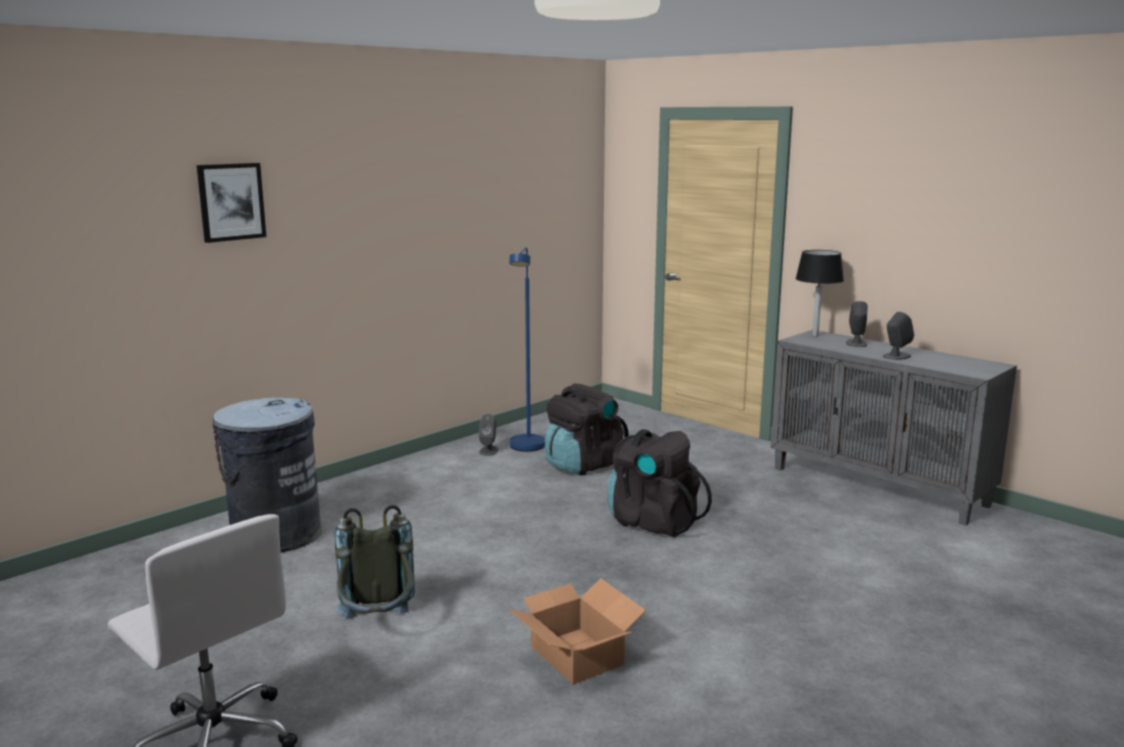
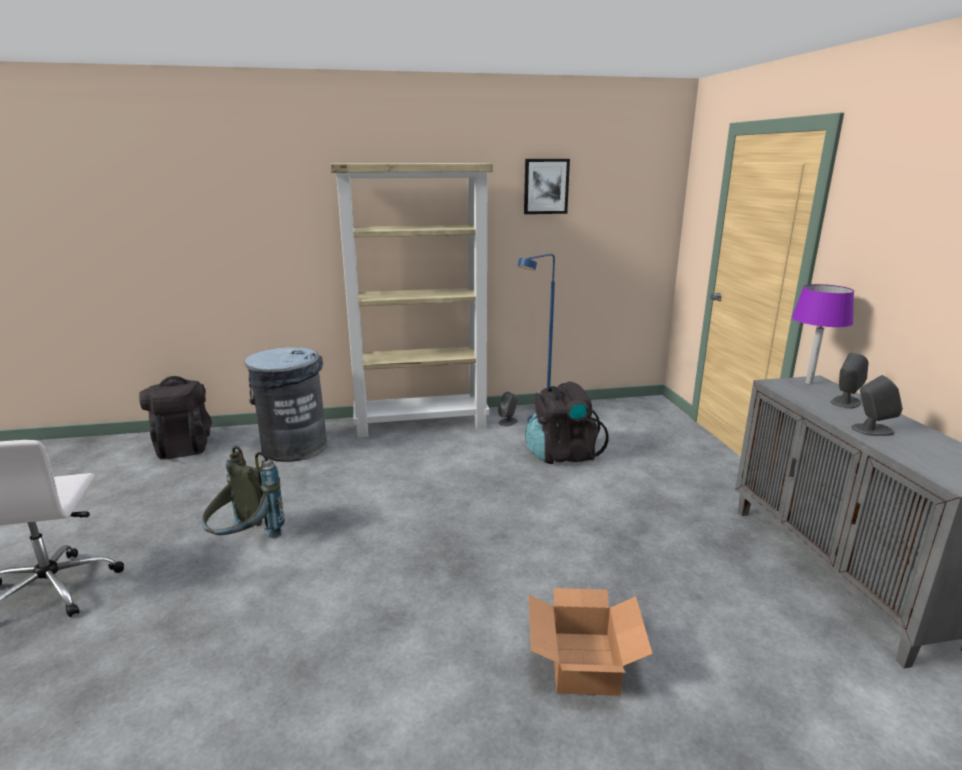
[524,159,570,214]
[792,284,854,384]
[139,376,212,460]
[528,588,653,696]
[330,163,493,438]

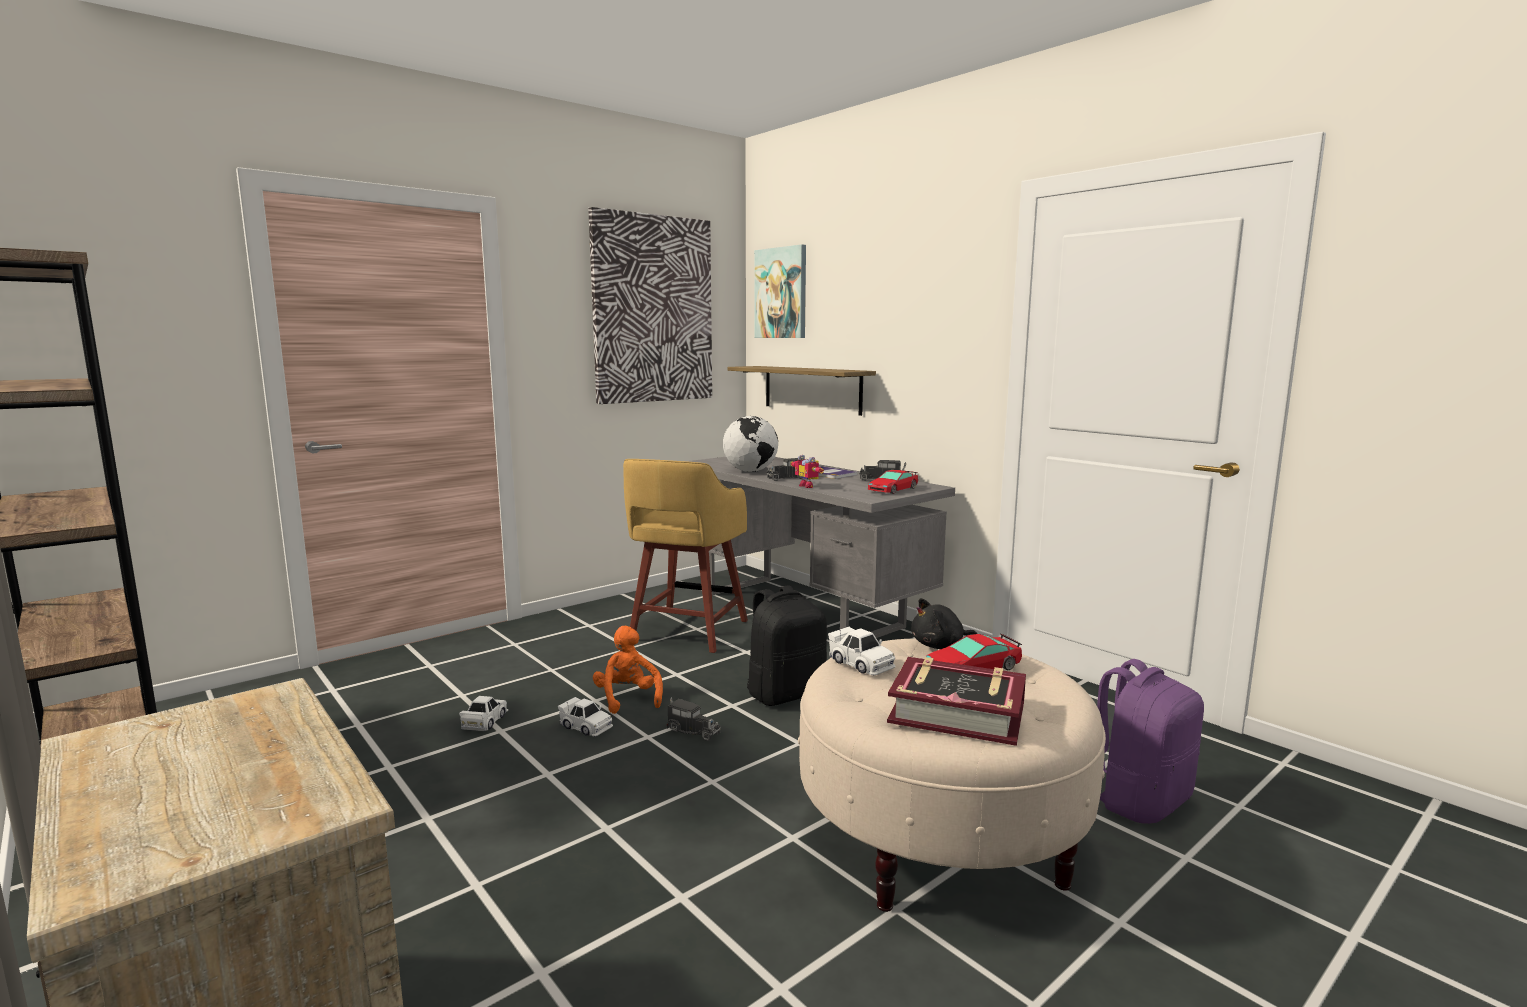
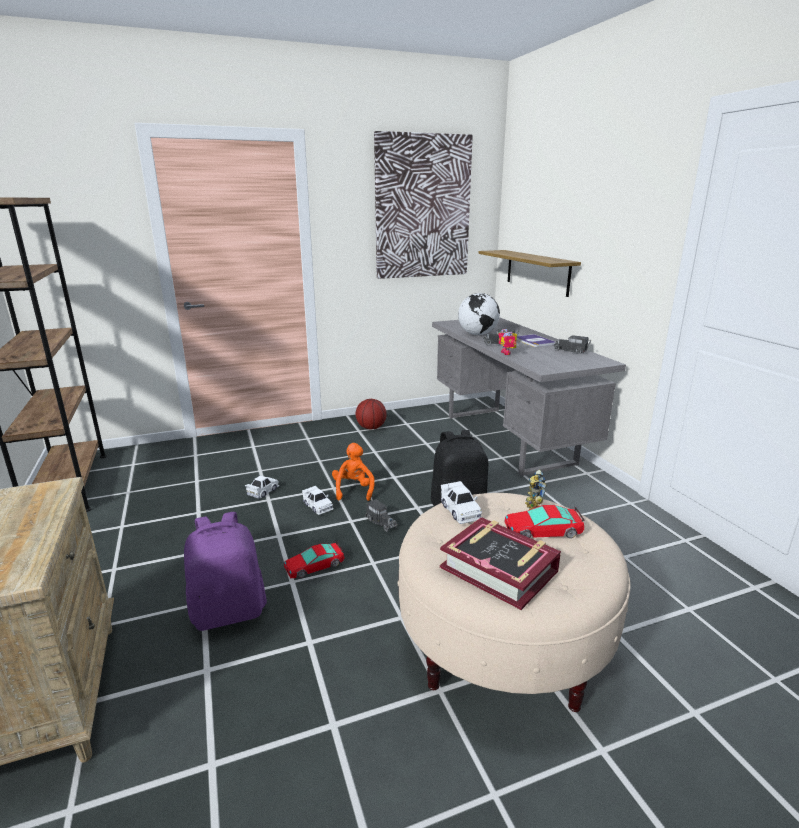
[754,244,806,338] (first image)
[623,459,748,653] (first image)
[284,541,345,578]
[525,470,547,510]
[184,512,267,631]
[356,399,387,430]

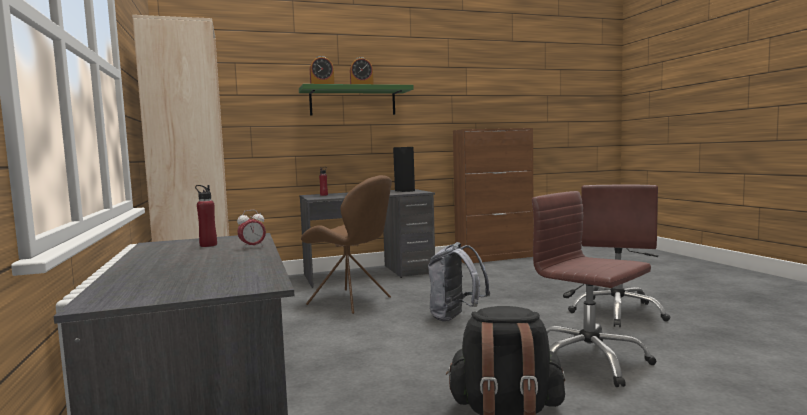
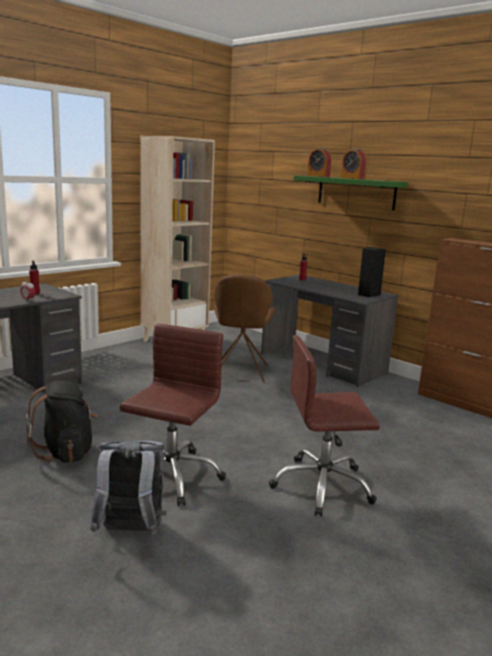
[91,440,166,534]

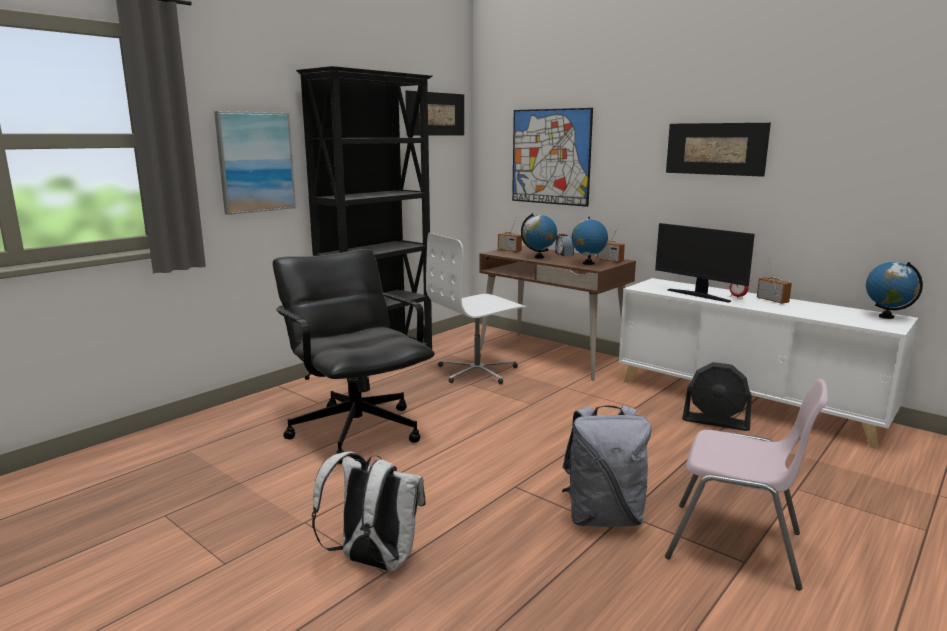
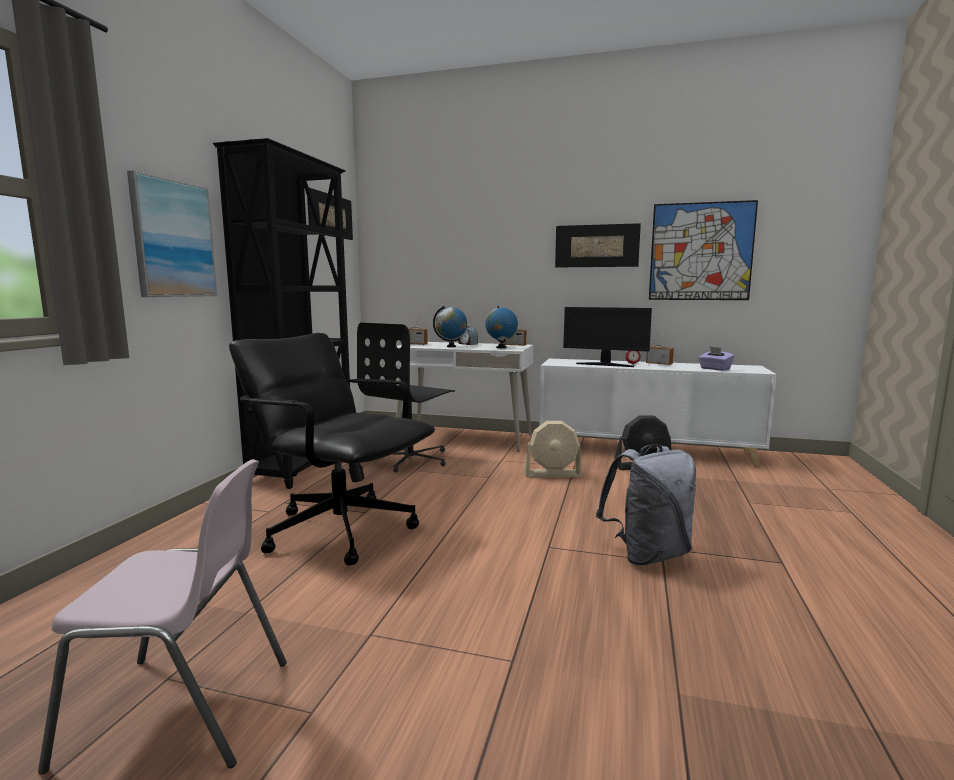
[649,200,758,300]
[357,323,455,472]
[396,342,534,452]
[866,262,923,319] (first image)
[38,459,287,774]
[312,452,426,571] (first image)
[698,346,734,371]
[524,421,582,478]

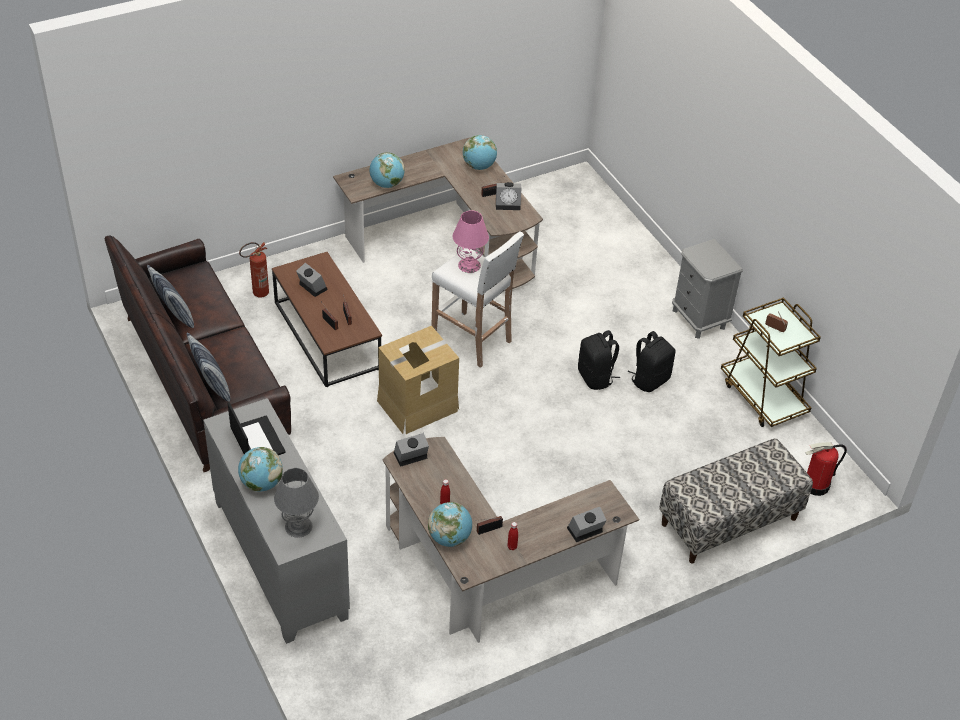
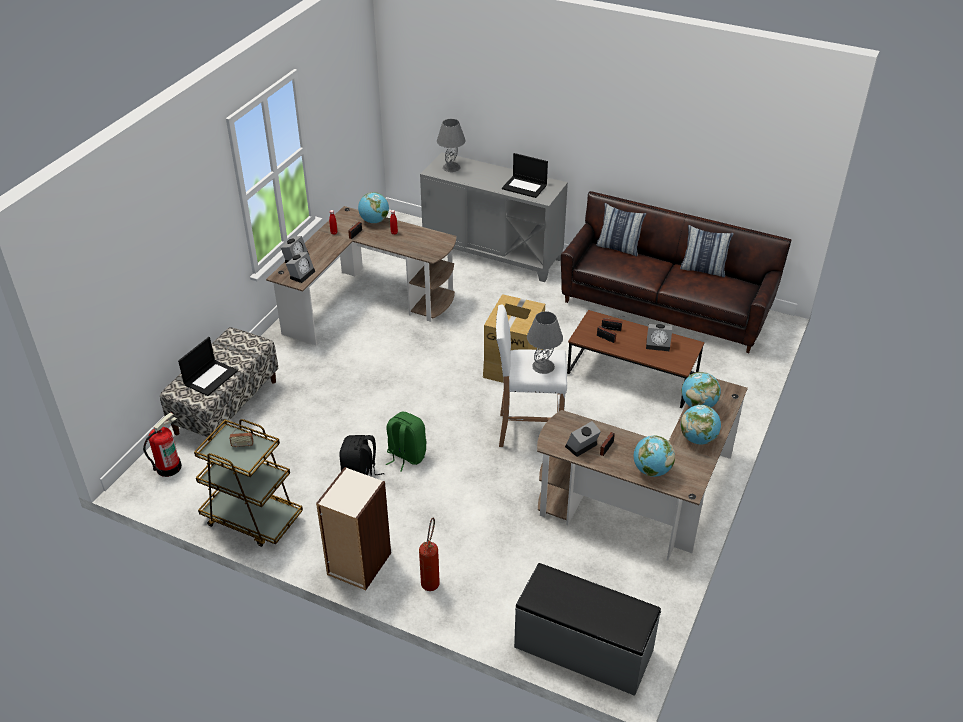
[527,311,563,374]
[316,467,391,591]
[419,518,440,591]
[386,412,427,472]
[286,252,315,283]
[681,405,721,444]
[178,337,238,396]
[514,563,661,696]

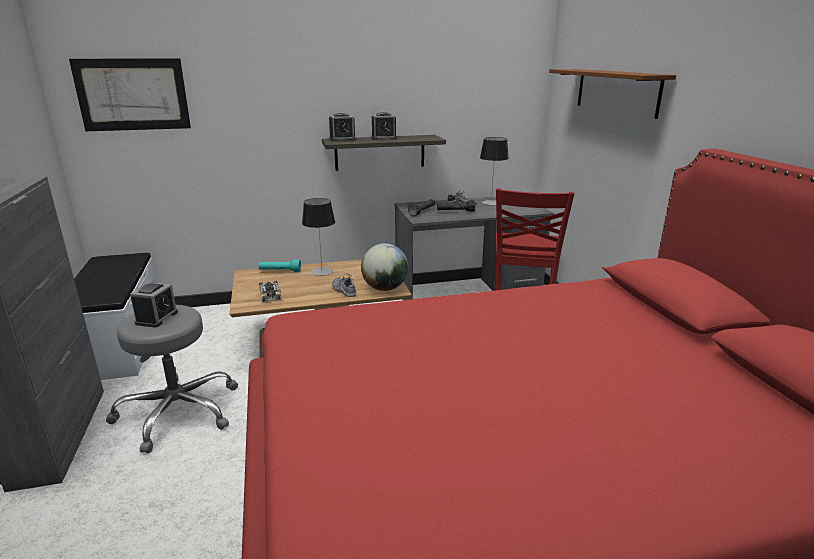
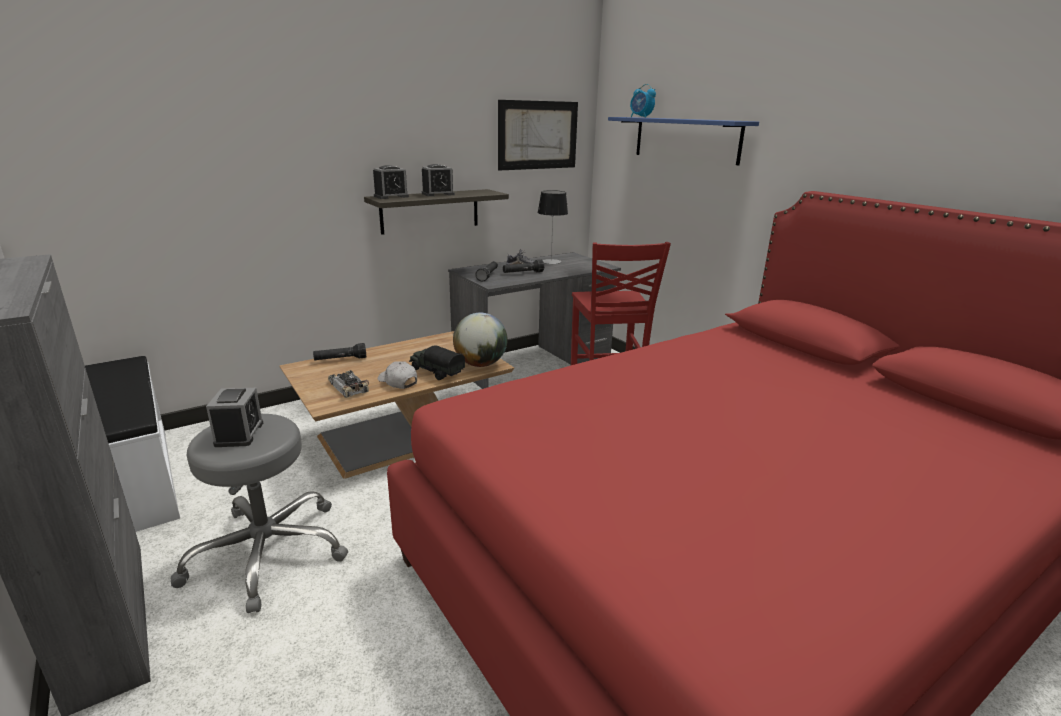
[498,100,578,171]
[608,117,759,165]
[302,198,335,276] (first image)
[313,343,366,360]
[409,345,465,380]
[630,84,656,118]
[378,361,417,389]

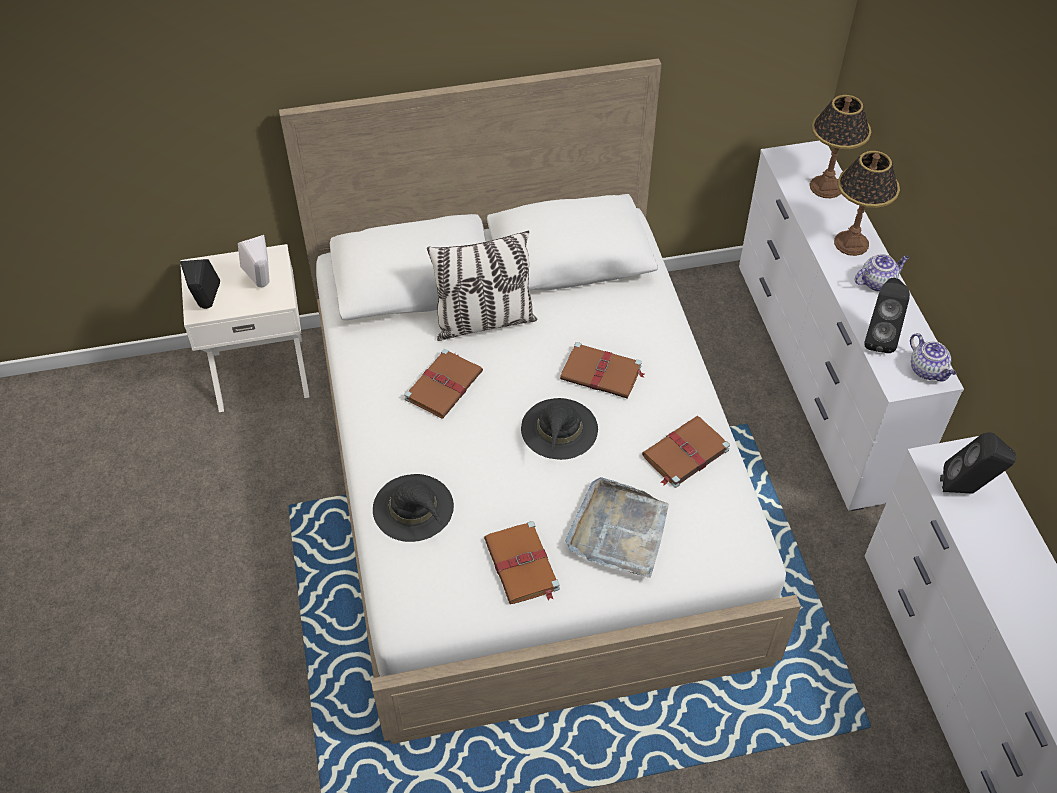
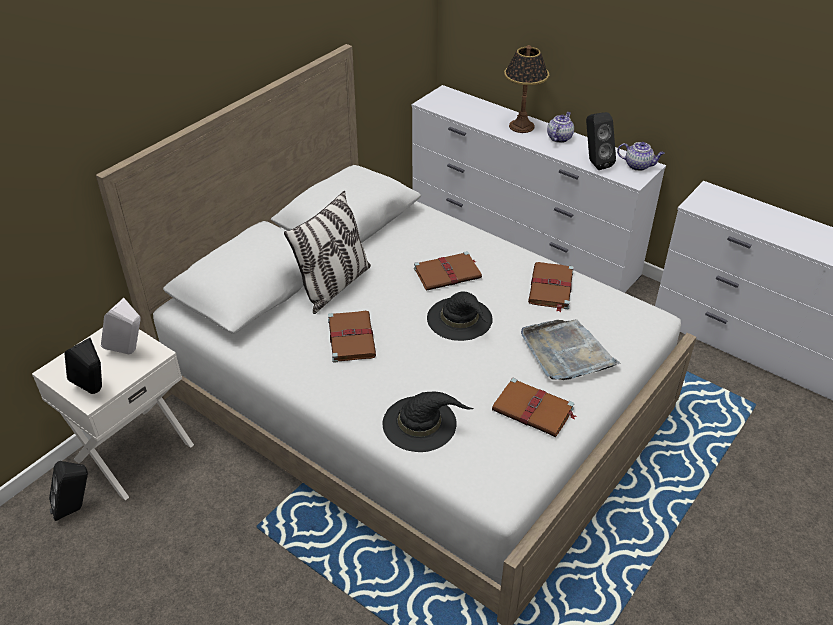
[810,95,871,198] (first image)
[49,461,88,521]

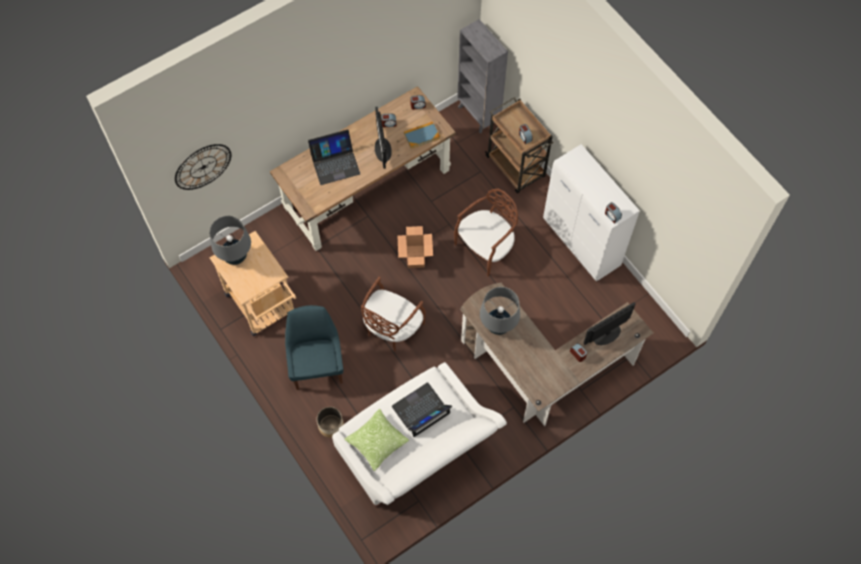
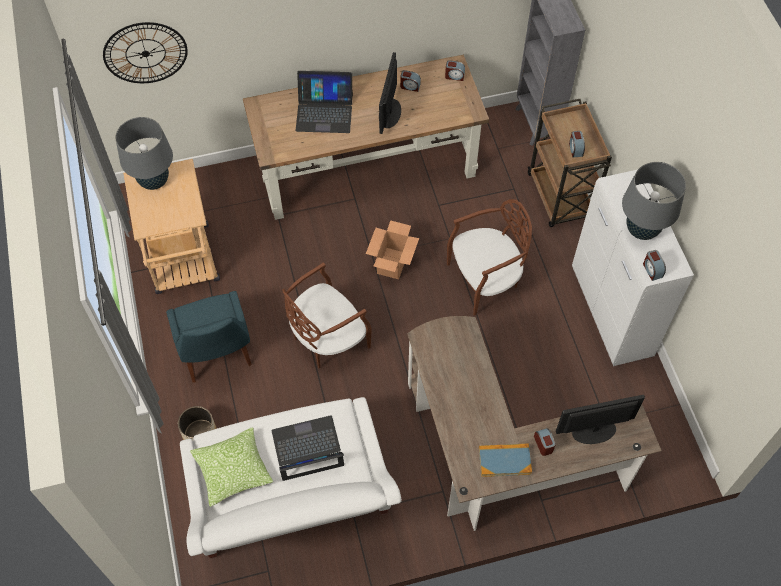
[479,443,532,477]
[622,162,686,240]
[166,291,252,382]

